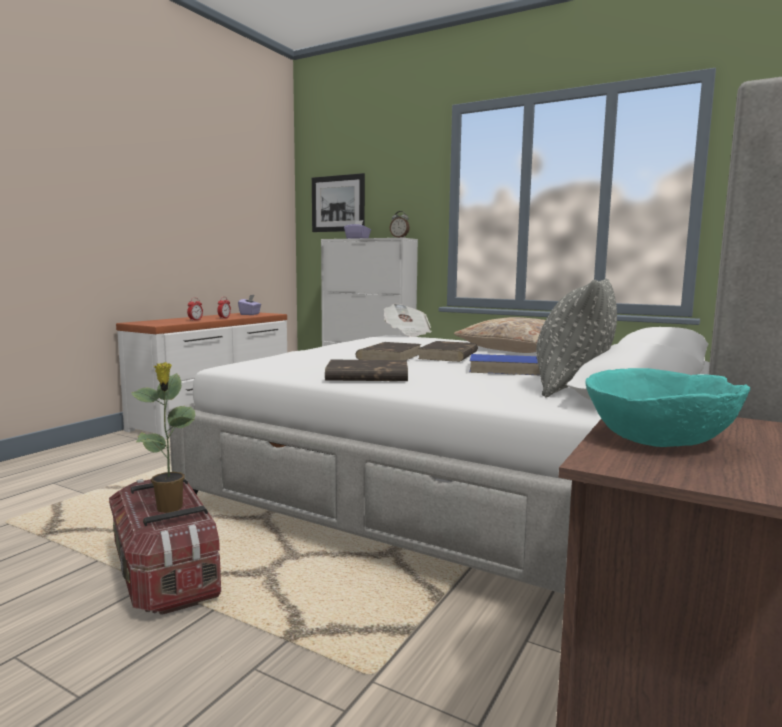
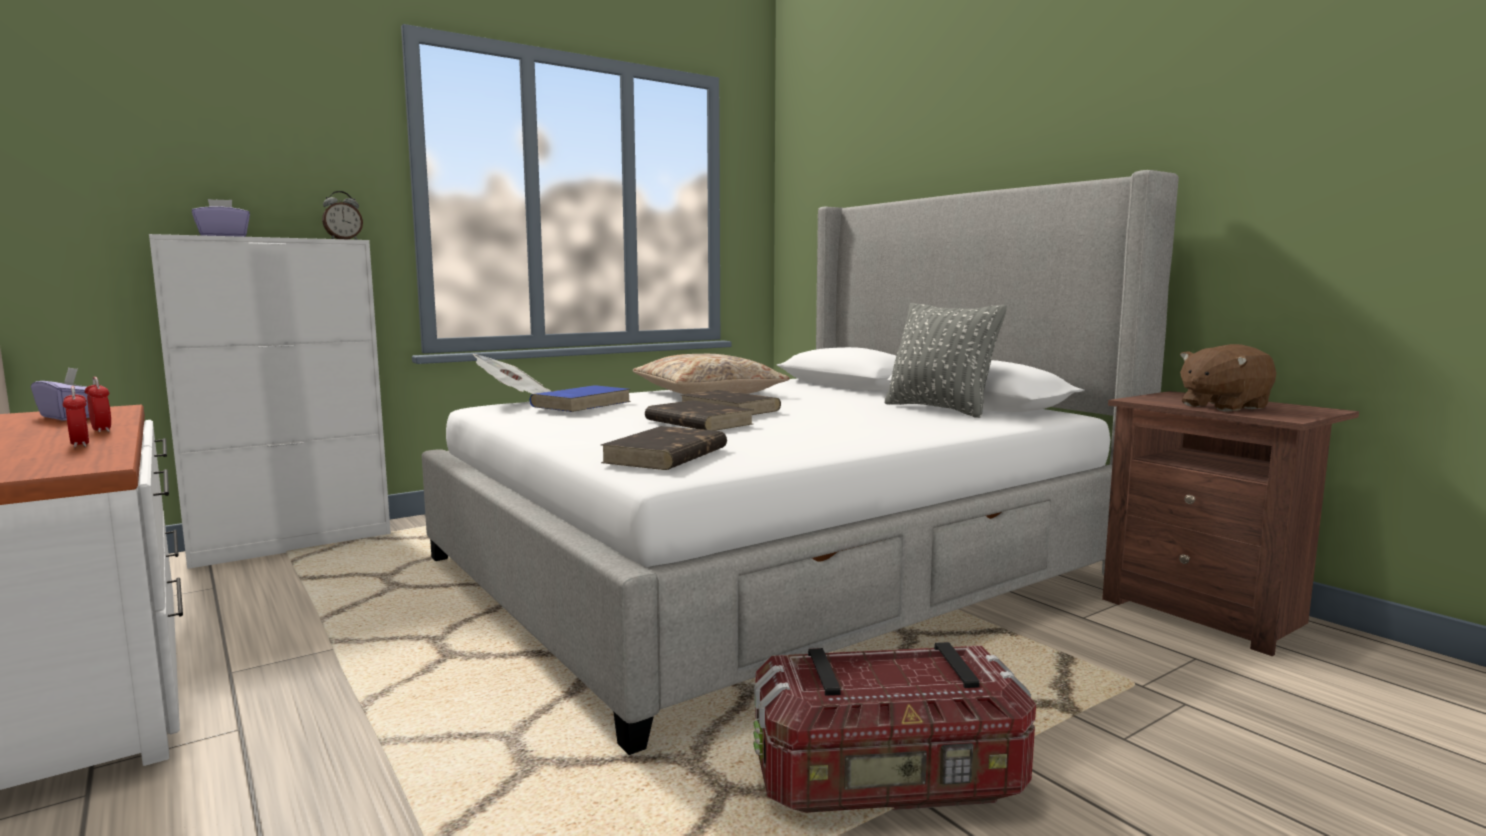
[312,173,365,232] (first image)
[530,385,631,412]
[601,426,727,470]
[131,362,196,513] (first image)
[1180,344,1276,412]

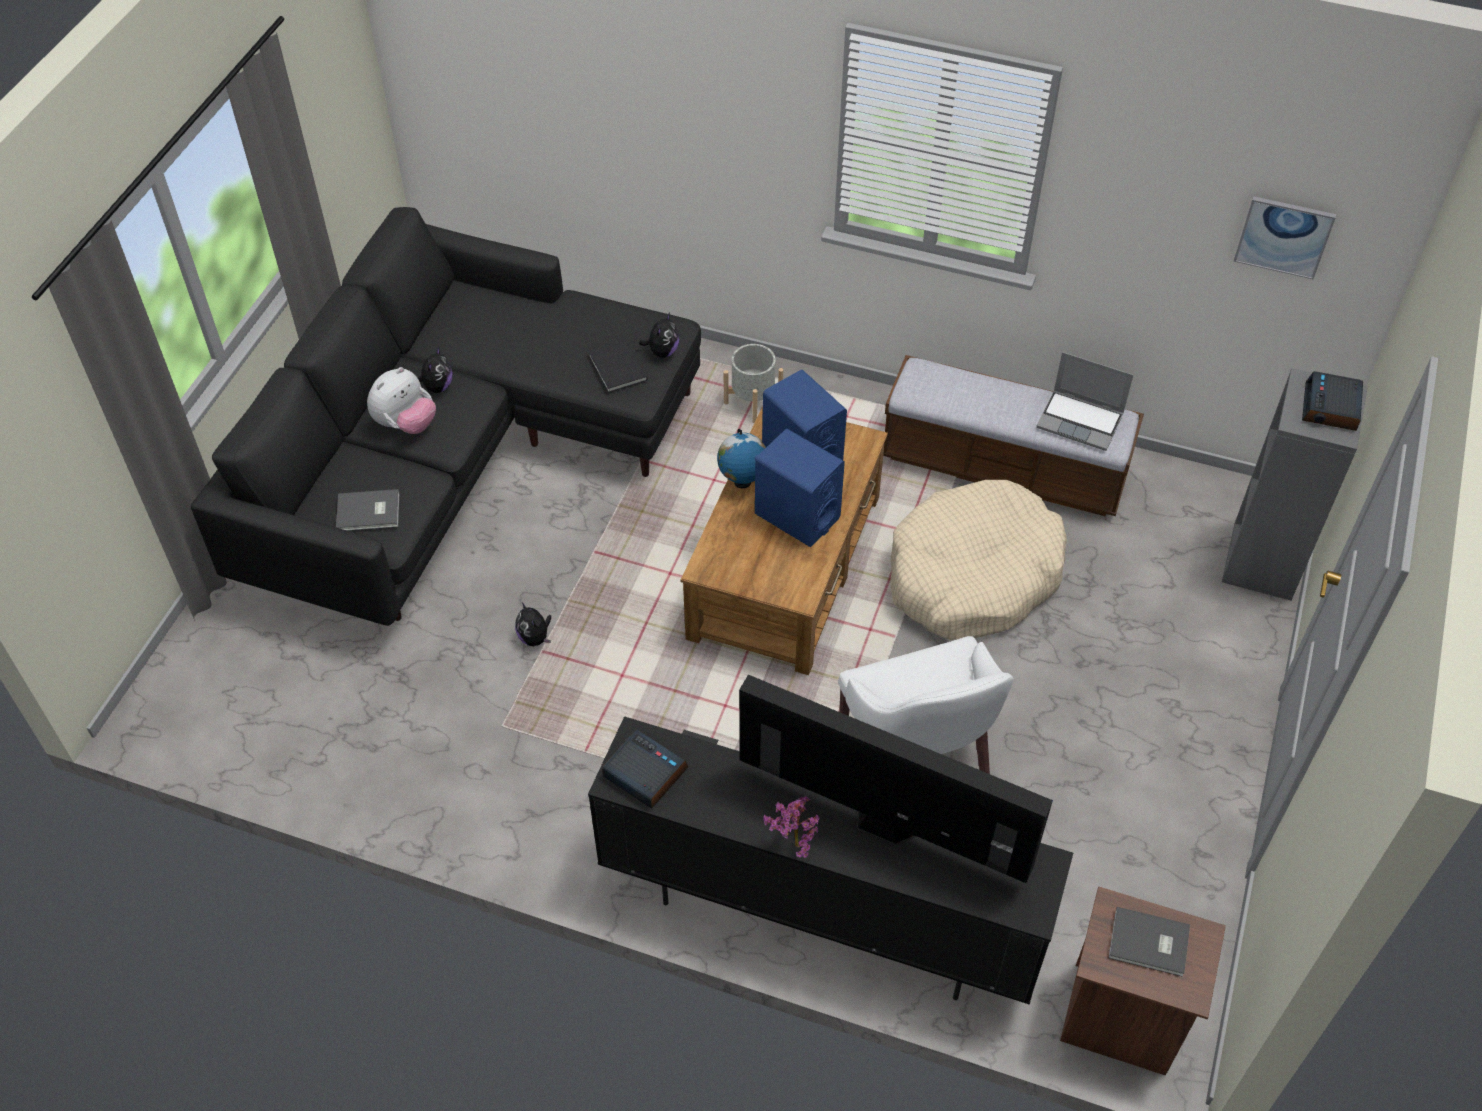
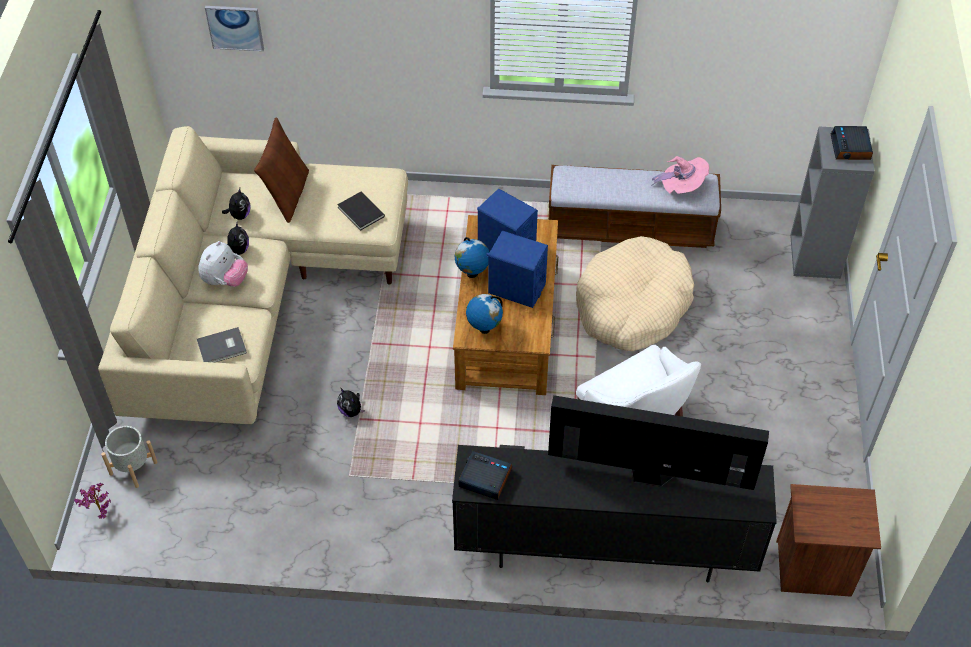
[205,6,264,51]
[98,126,408,424]
[222,188,251,220]
[101,426,157,488]
[651,156,709,194]
[74,483,111,519]
[1109,907,1190,977] (first image)
[254,117,309,223]
[466,294,503,334]

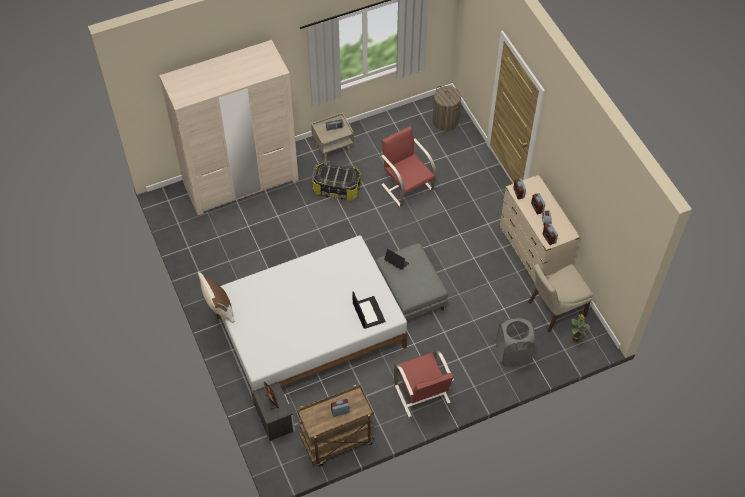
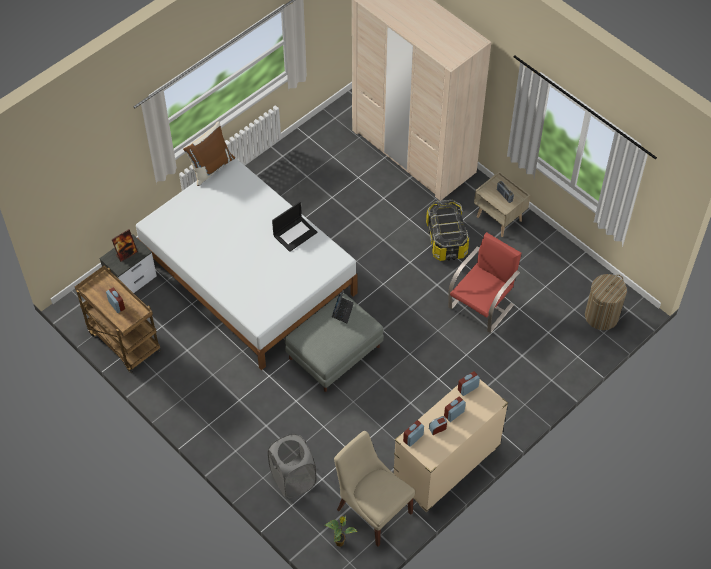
[272,202,317,252]
[394,350,454,418] (first image)

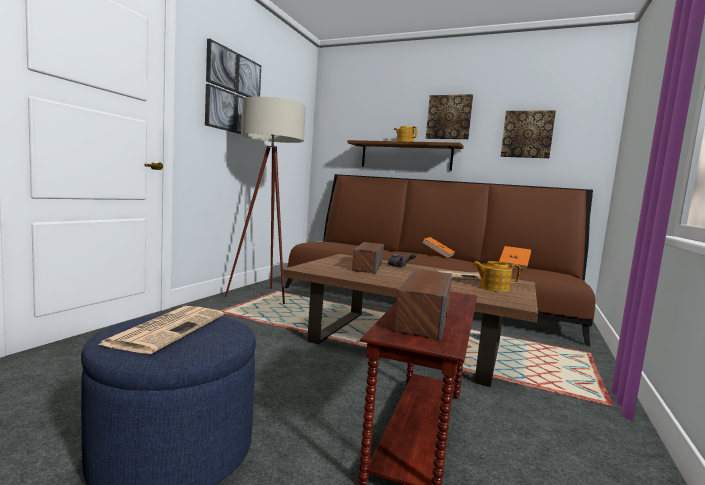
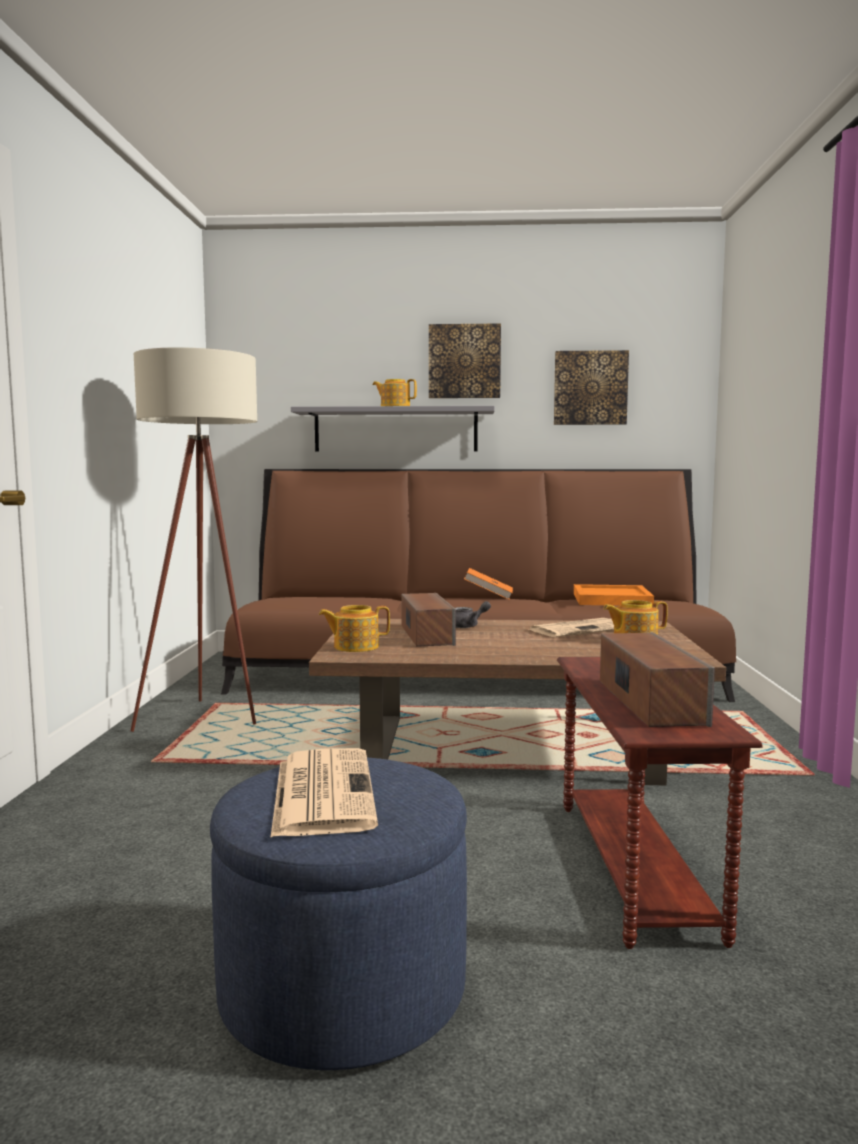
[205,39,261,134] (first image)
[291,406,495,452]
[574,584,654,606]
[319,605,390,652]

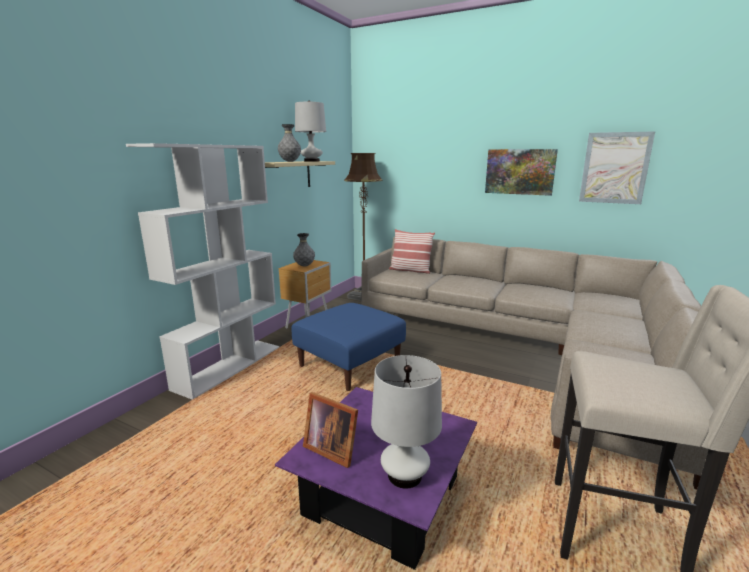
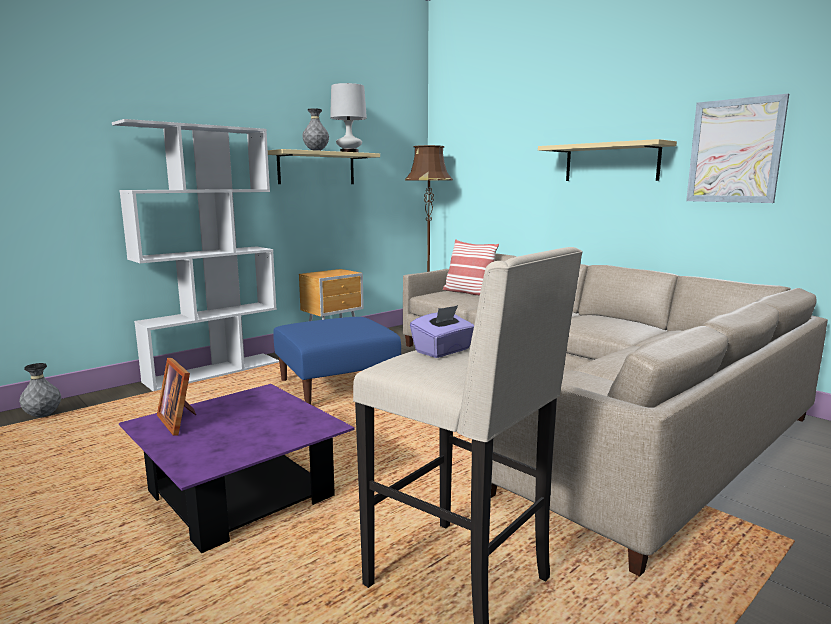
[538,139,677,181]
[19,363,61,417]
[371,355,442,489] (first image)
[410,305,474,358]

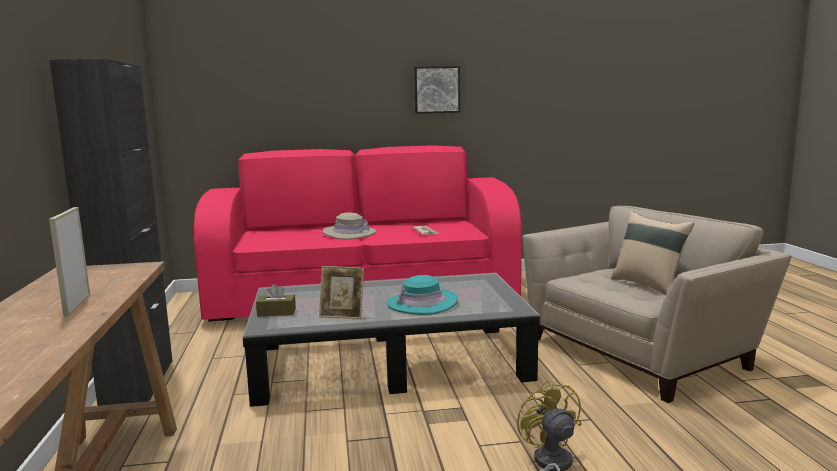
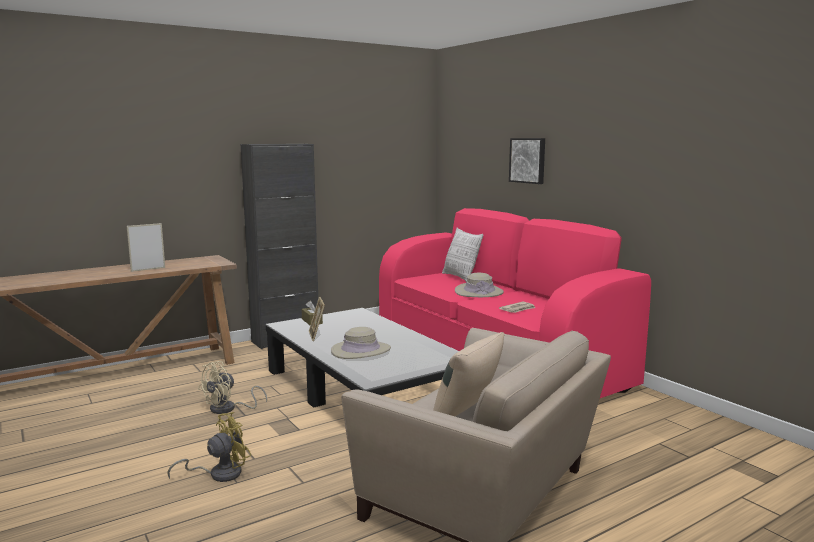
[509,138,545,184]
[331,327,391,359]
[442,228,483,282]
[198,361,267,414]

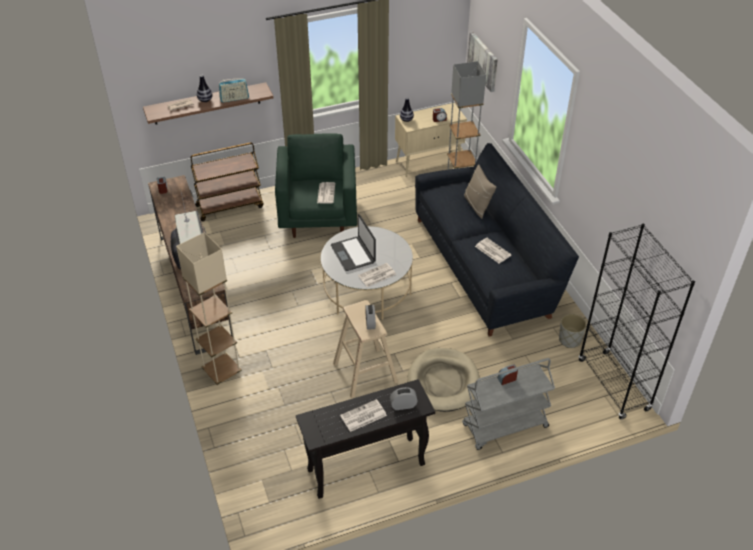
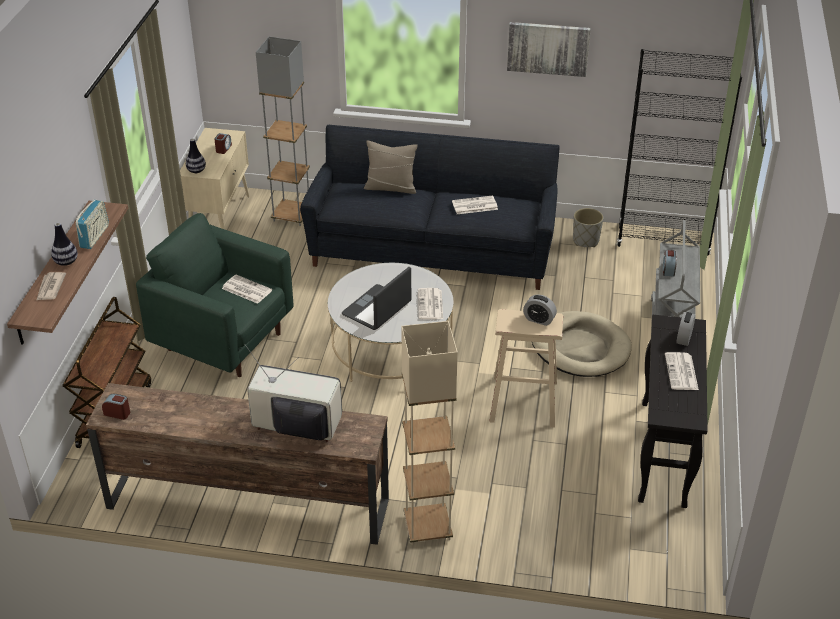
[507,22,591,77]
[342,267,411,330]

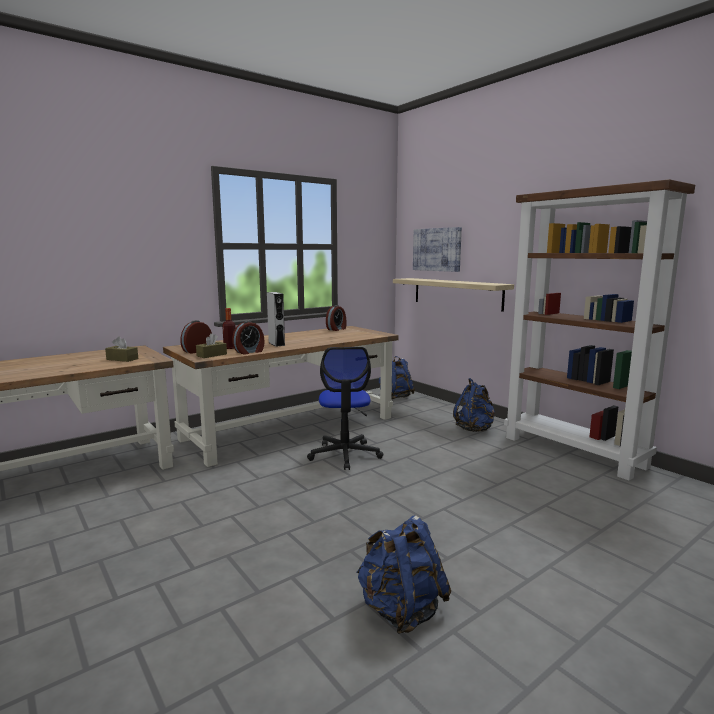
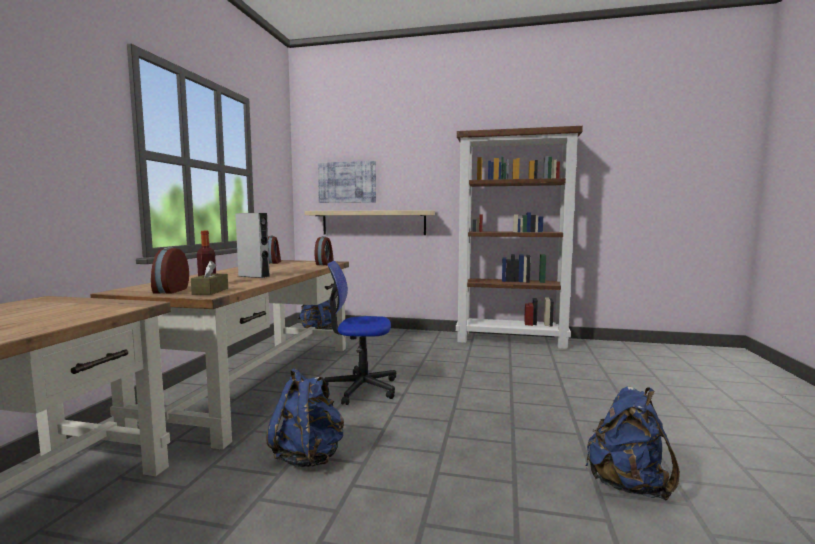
[315,236,334,265]
[105,337,138,362] (first image)
[324,261,396,405]
[266,368,344,467]

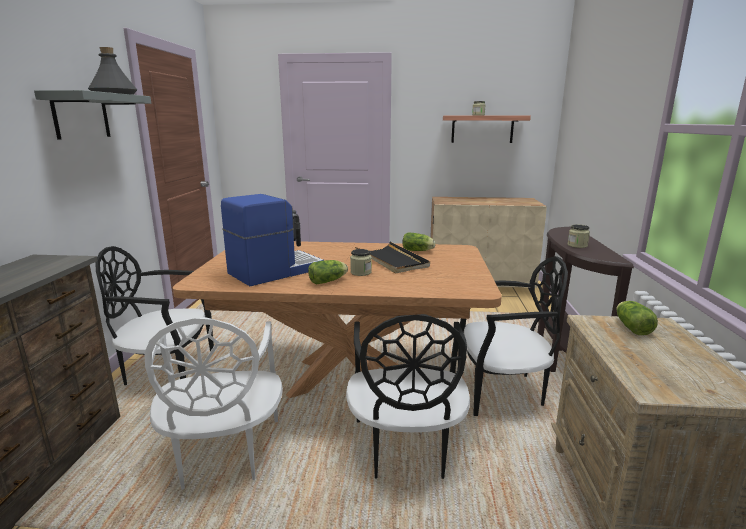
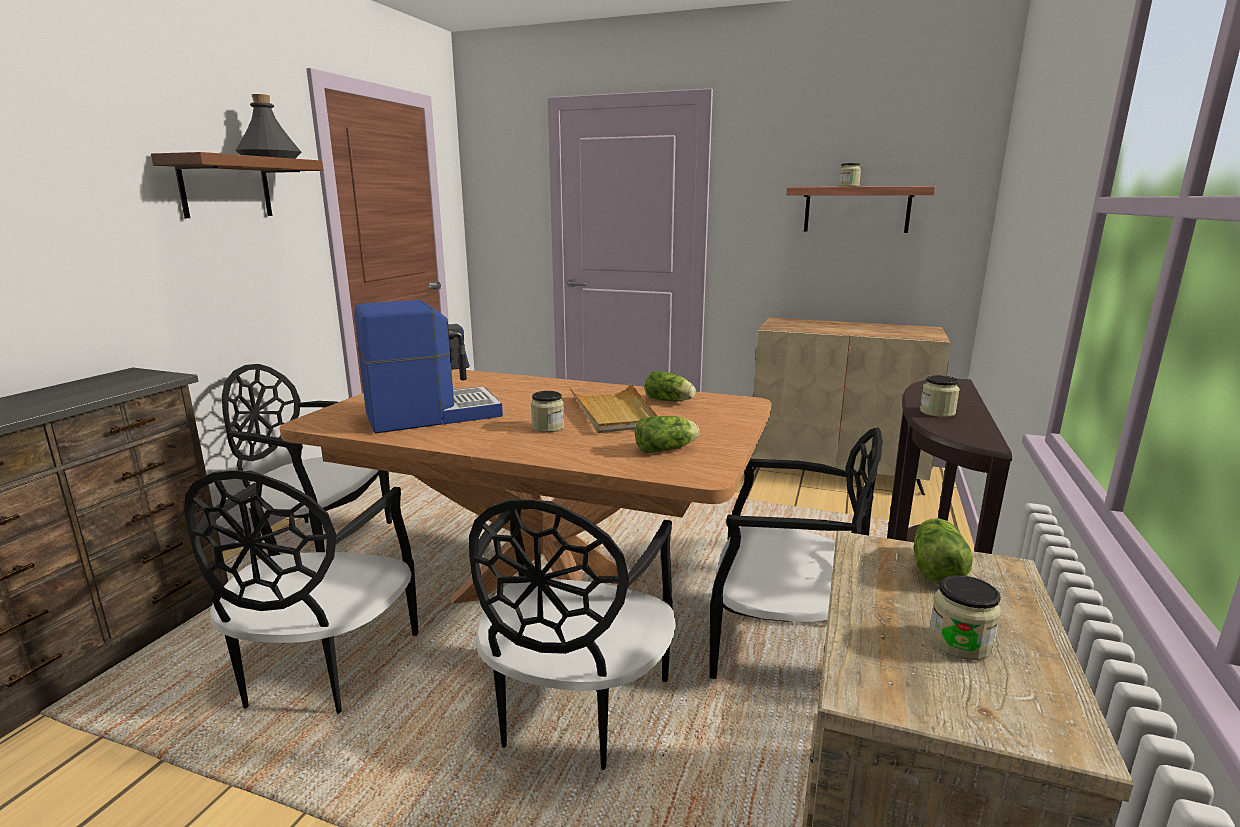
[151,152,323,218]
[569,383,658,433]
[635,416,700,453]
[184,470,419,714]
[929,575,1001,660]

